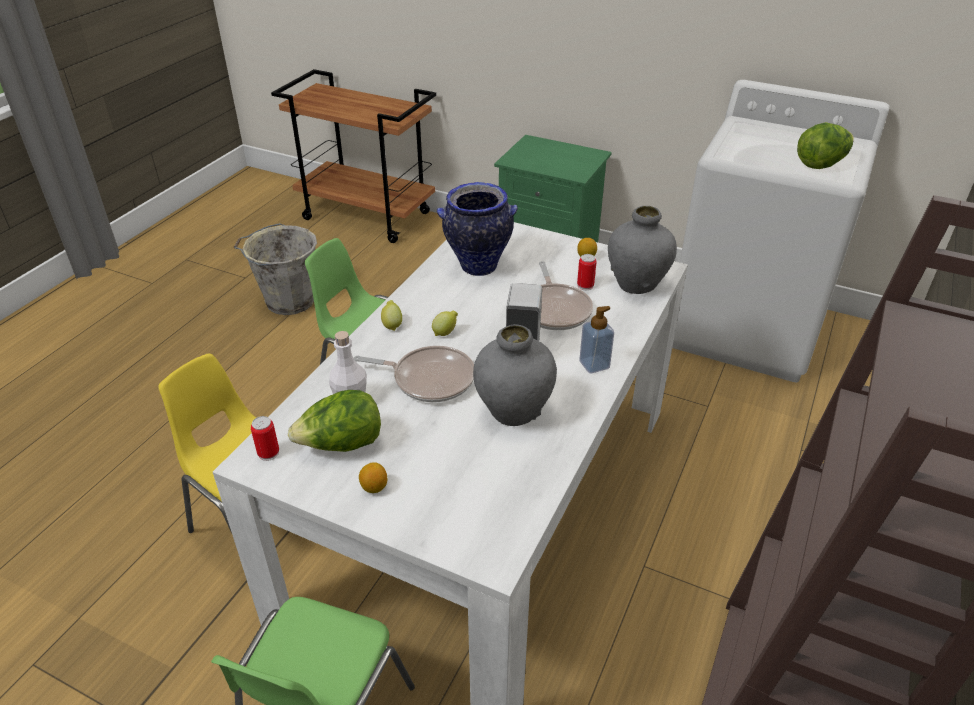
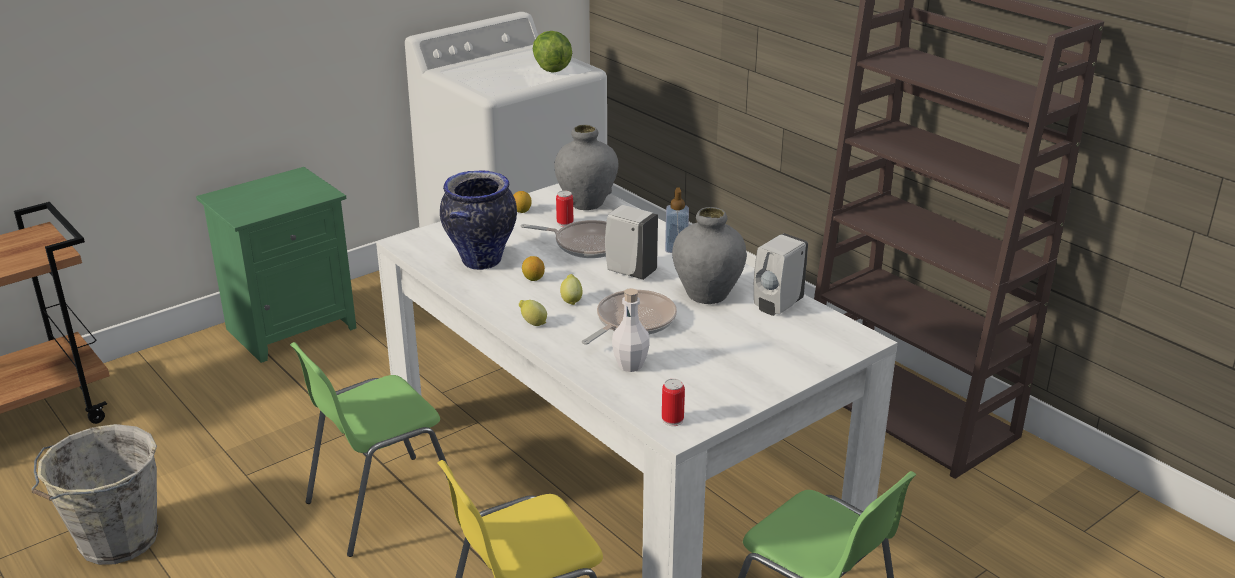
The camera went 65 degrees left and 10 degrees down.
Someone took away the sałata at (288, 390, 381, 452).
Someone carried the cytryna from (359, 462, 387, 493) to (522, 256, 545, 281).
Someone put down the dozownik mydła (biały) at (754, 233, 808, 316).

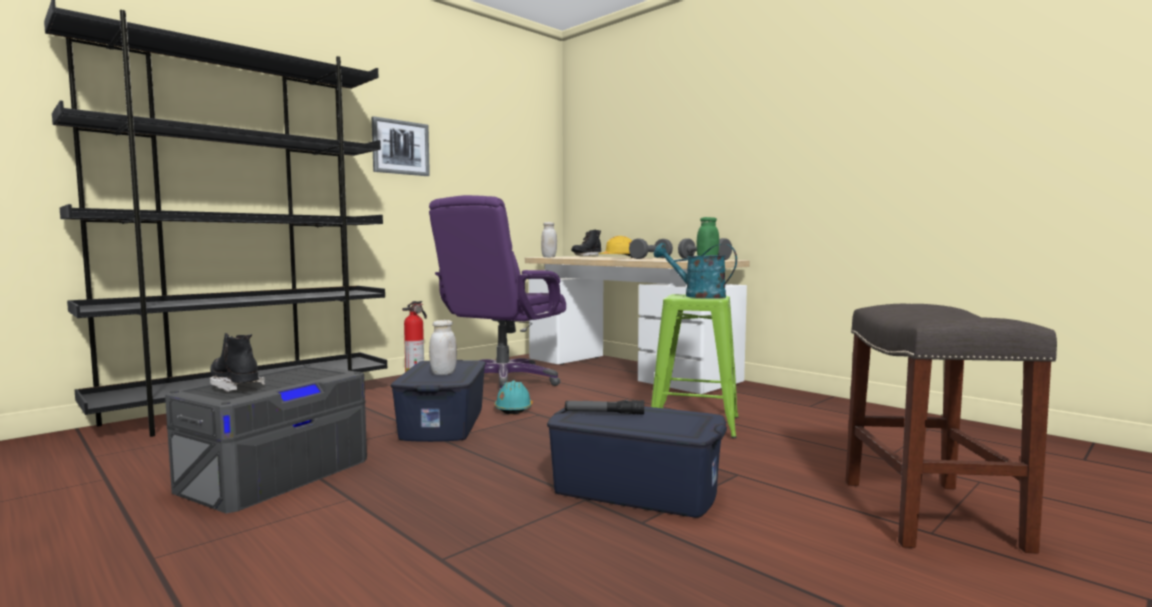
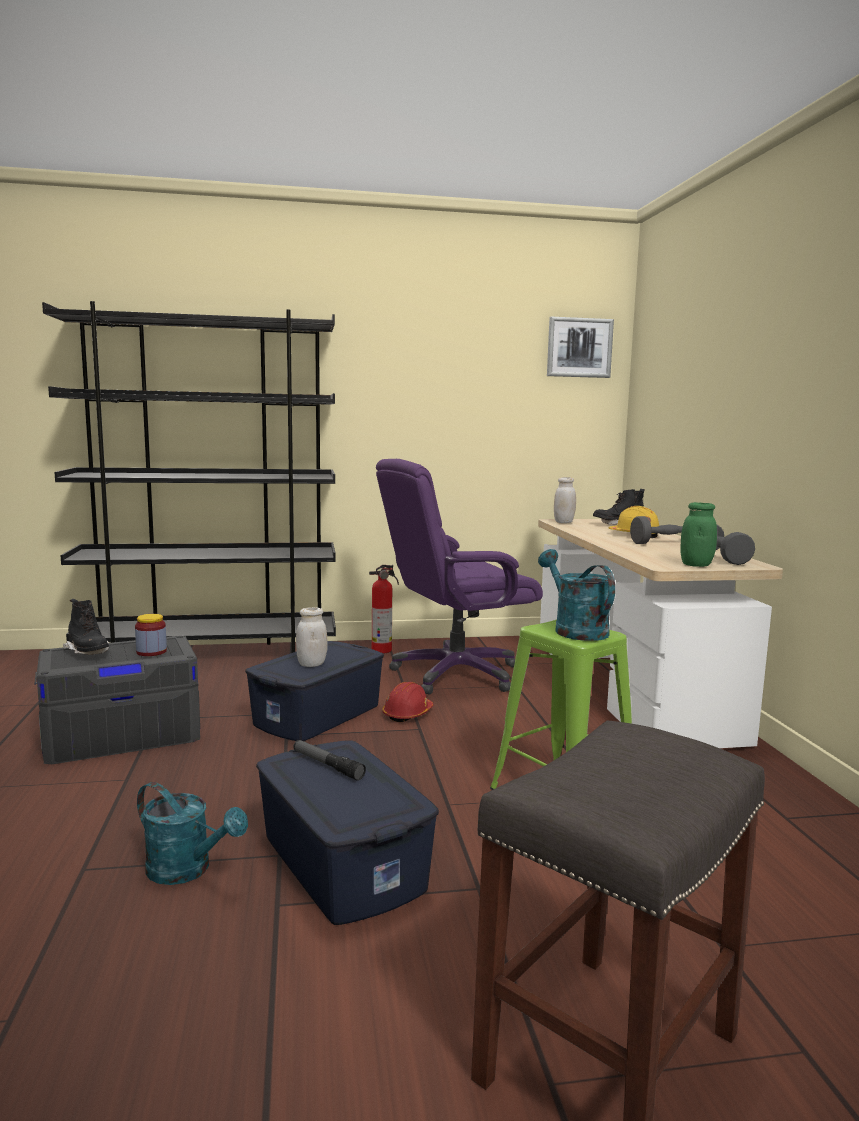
The camera went 35 degrees right and 5 degrees up.
Someone carried the obraz from (372, 116, 430, 176) to (547, 317, 614, 378).
Someone rotated the but z cholewką (czarny) at (210, 333, 265, 392) by 150 degrees clockwise.
Someone repainted the kask (turkusowy) at (494, 380, 533, 415), which became the kask (czerwony) at (382, 682, 433, 722).
Someone put down the słoik at (135, 614, 167, 656).
Someone put down the konewka (turkusowy) at (137, 782, 248, 885).

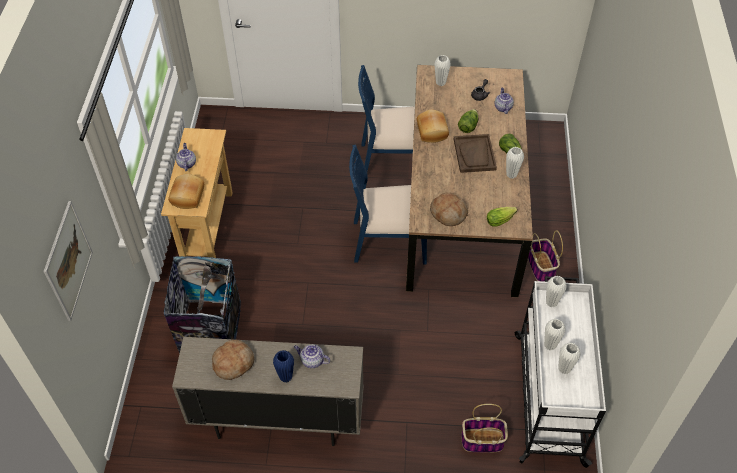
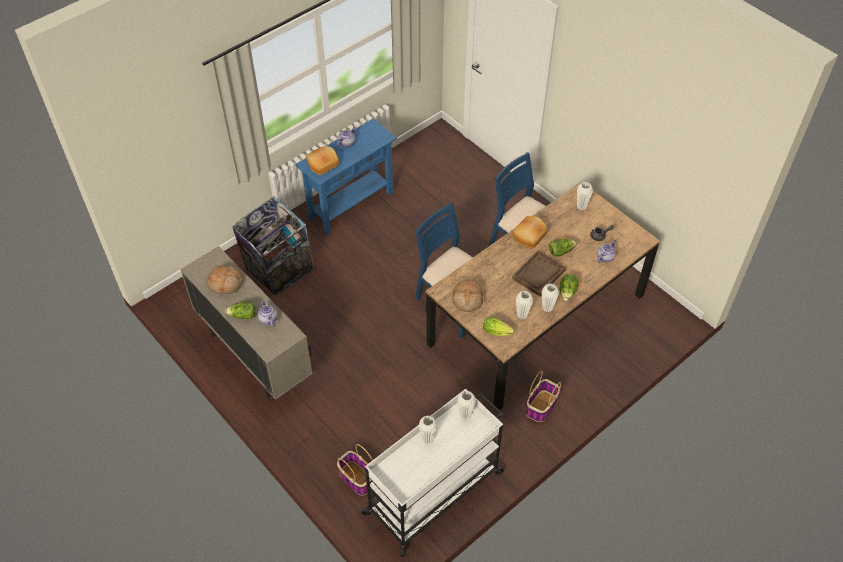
The camera went 45 degrees right and 0 degrees up.
Someone repainted the stolik konsolowy (beżowy) at (161, 128, 233, 258), which became the stolik konsolowy (niebieski) at (295, 119, 397, 235).
Someone took away the obraz at (43, 201, 93, 321).
Someone carried the wazon (biały) from (558, 343, 581, 374) to (516, 291, 533, 319).
Someone swapped the wazon (niebieski) at (273, 350, 294, 382) for the sałata at (225, 301, 255, 319).

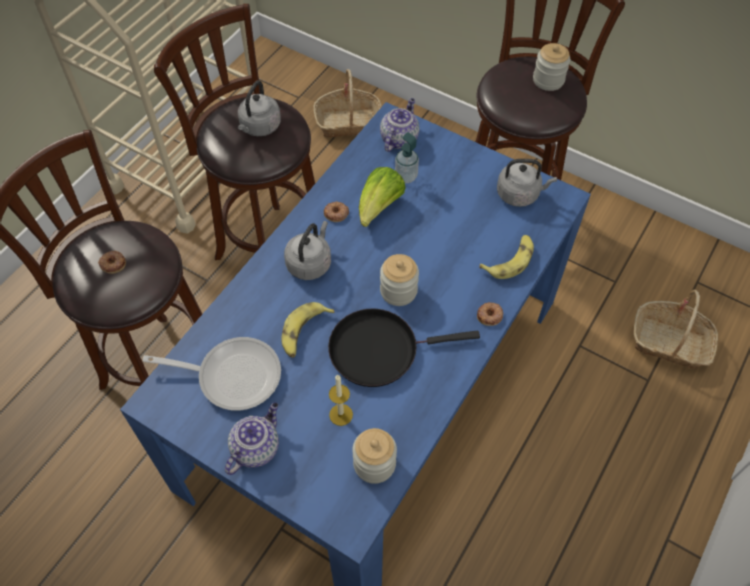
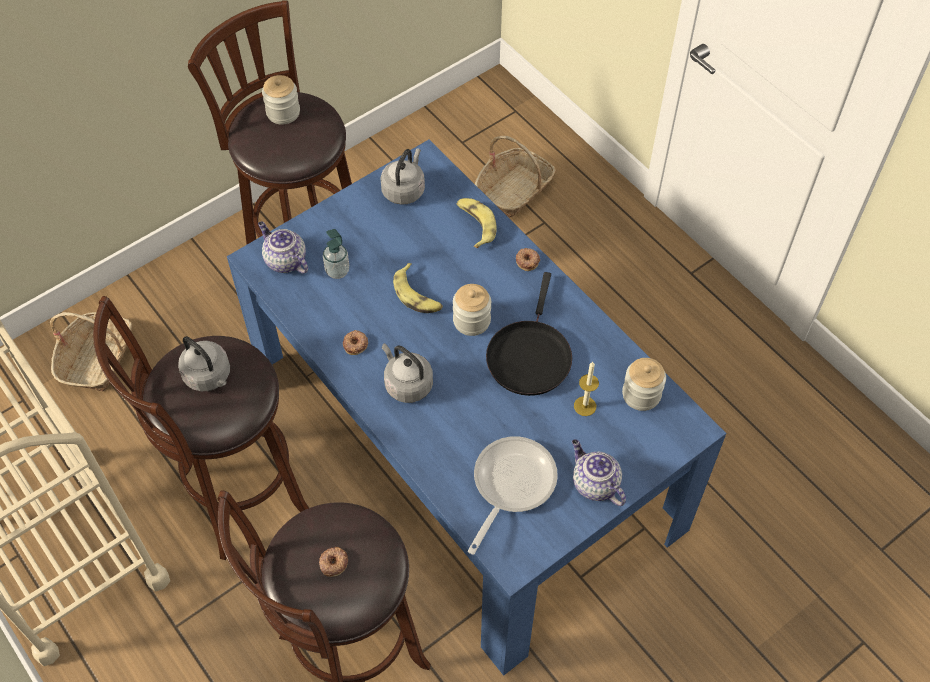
The camera went 70 degrees left and 0 degrees up.
Someone took away the sałata at (359, 167, 406, 227).
Someone carried the banan from (281, 302, 335, 358) to (393, 263, 443, 313).

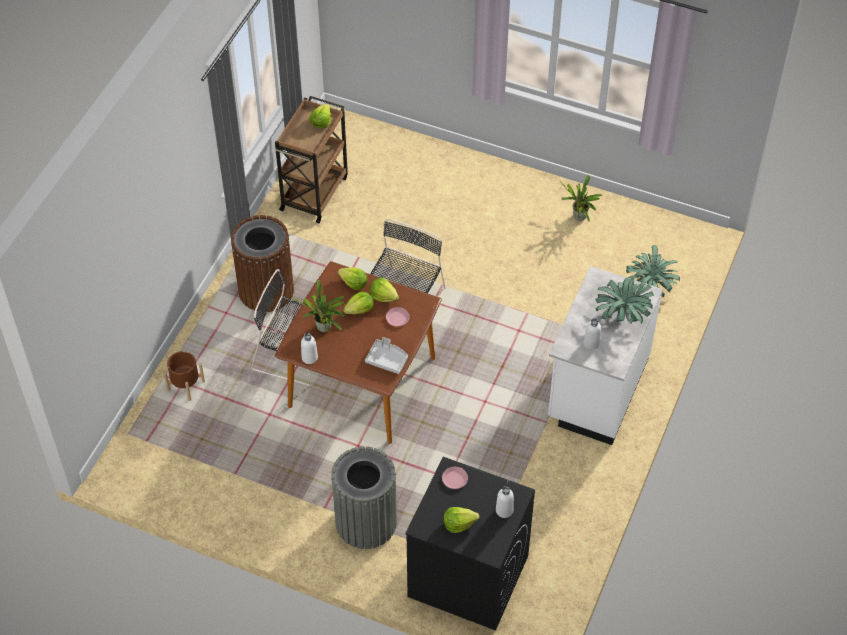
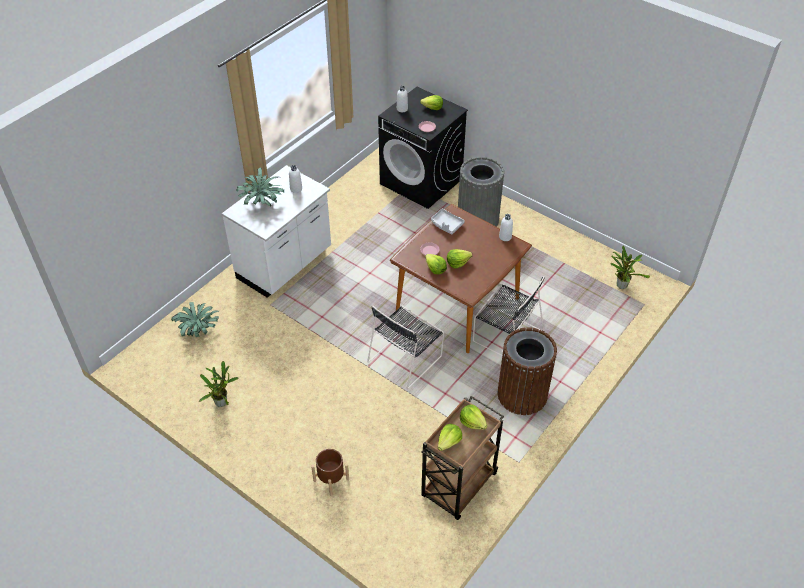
The camera went 165 degrees left and 5 degrees down.
Someone carried the sałata from (338, 268, 368, 290) to (460, 405, 487, 430).
Someone carried the roślina doniczkowa from (292, 280, 345, 332) to (611, 246, 650, 289).
Someone carried the donica (brązowy) from (163, 351, 205, 401) to (311, 449, 349, 496).

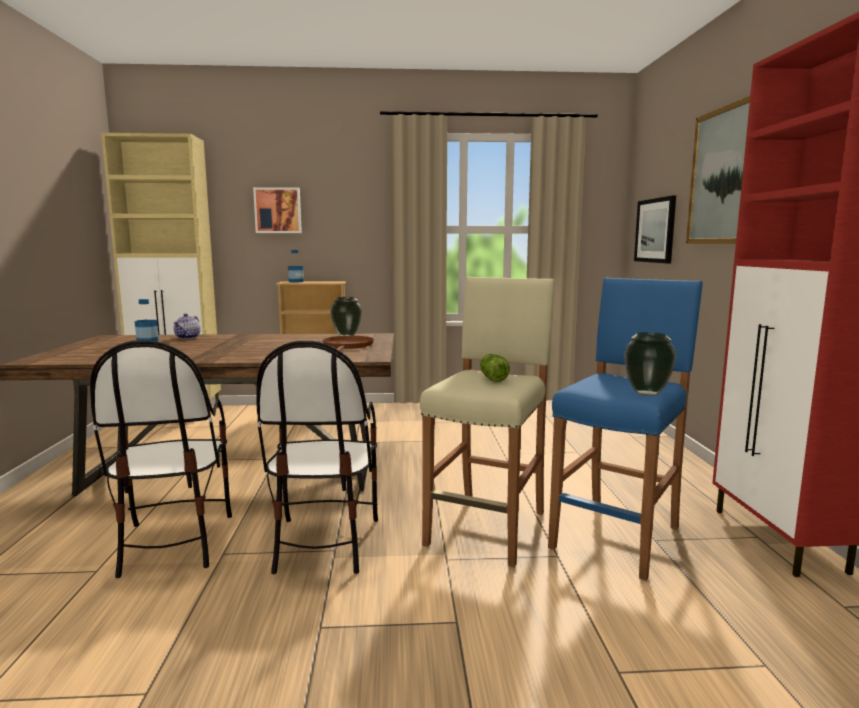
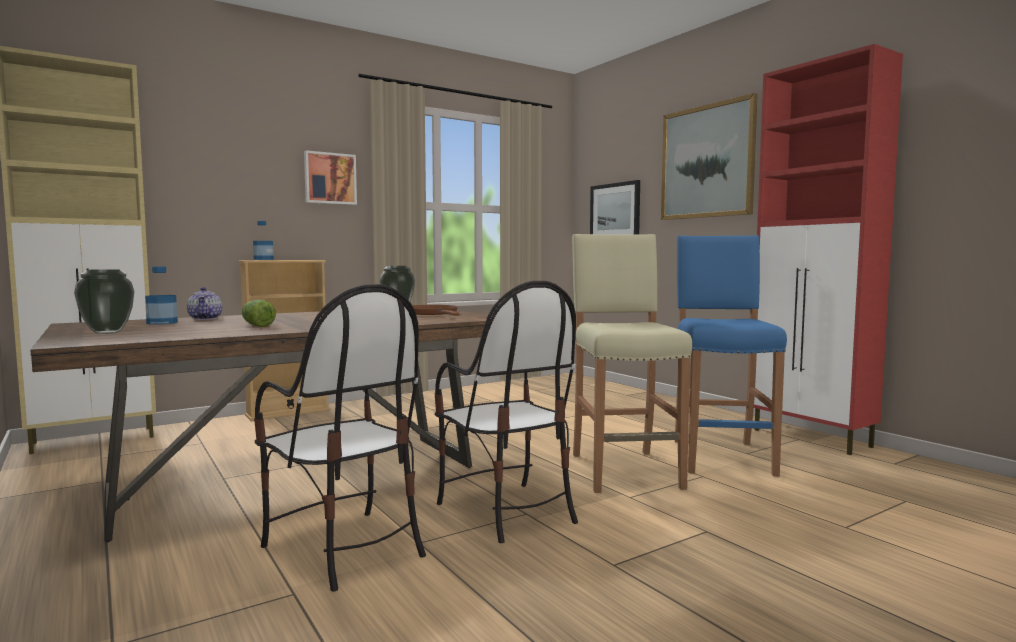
The camera went 30 degrees left and 5 degrees down.
Someone carried the obraz from (253, 187, 302, 233) to (304, 150, 357, 205).
Someone carried the wazon from (624, 332, 676, 396) to (74, 269, 134, 334).
Someone carried the sałata from (480, 354, 510, 382) to (242, 300, 276, 327).

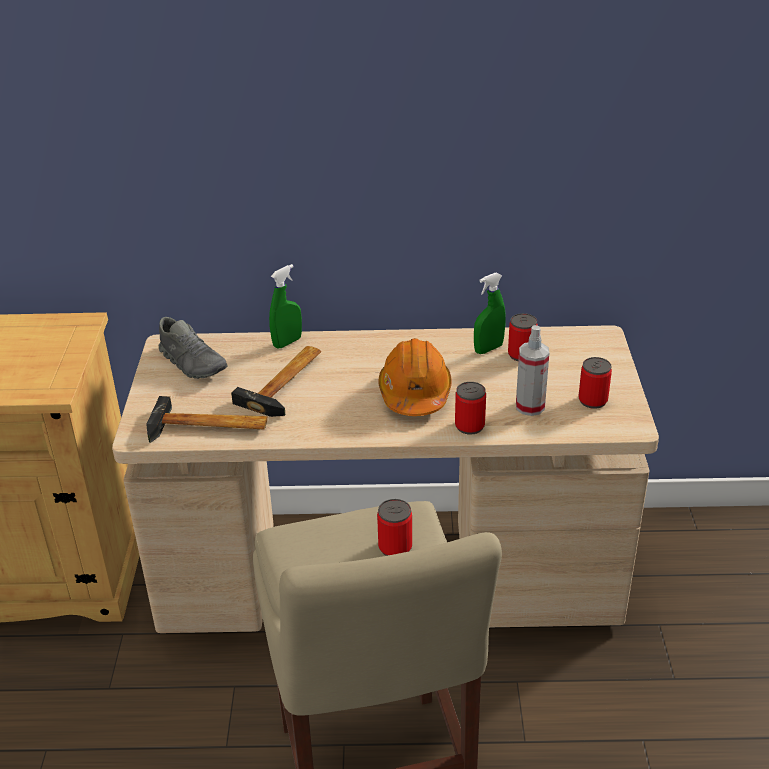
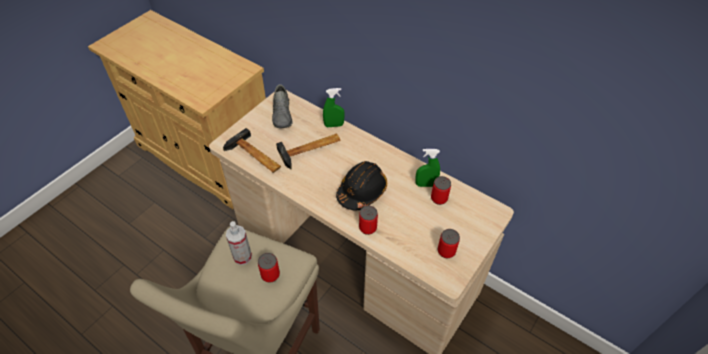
The camera went 35 degrees right and 15 degrees up.
Someone carried the spryskiwacz from (516, 325, 550, 416) to (226, 221, 252, 265).
Someone repainted the kask (pomarańczowy) at (378, 338, 452, 416), which became the kask (czarny) at (336, 161, 387, 211).

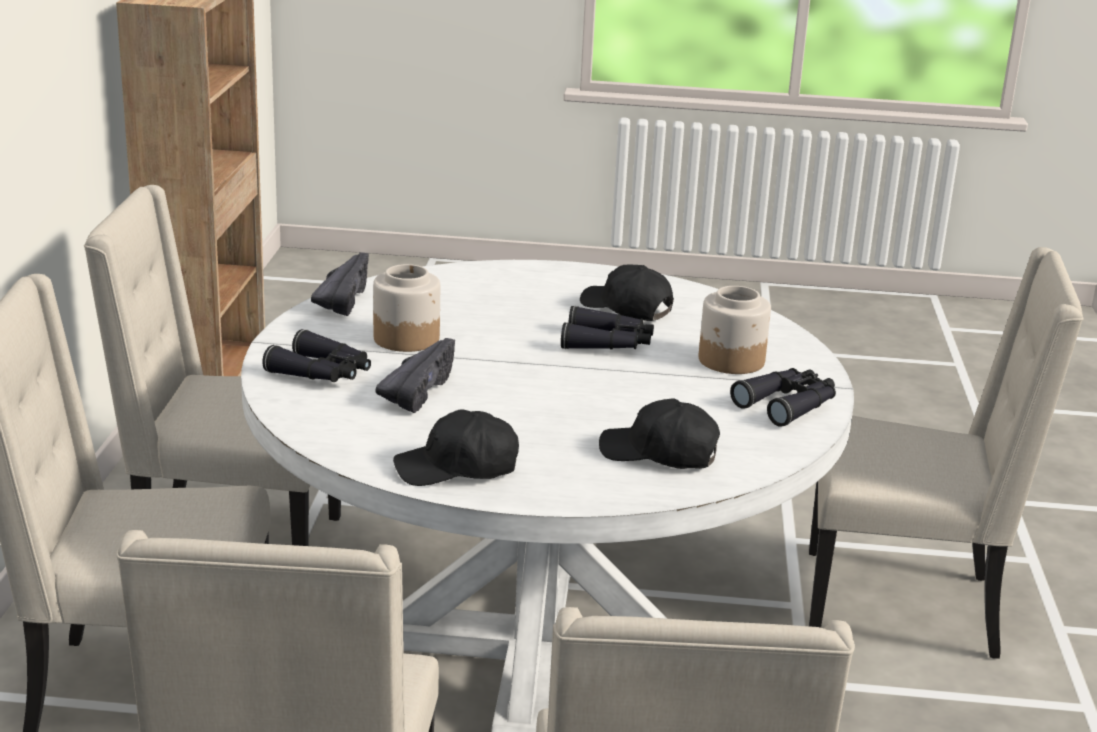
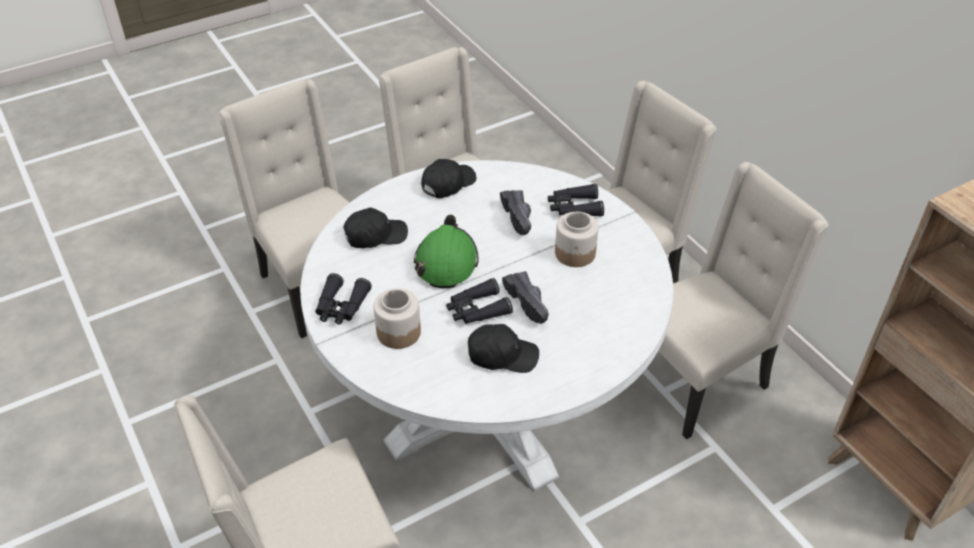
The camera went 145 degrees right and 20 degrees up.
Someone carried the but (czarny) from (311, 252, 369, 316) to (502, 271, 549, 324).
Someone put down the kask (zielony) at (414, 215, 479, 288).

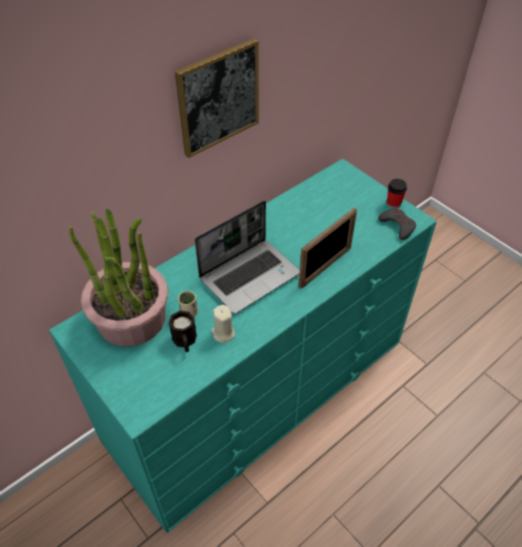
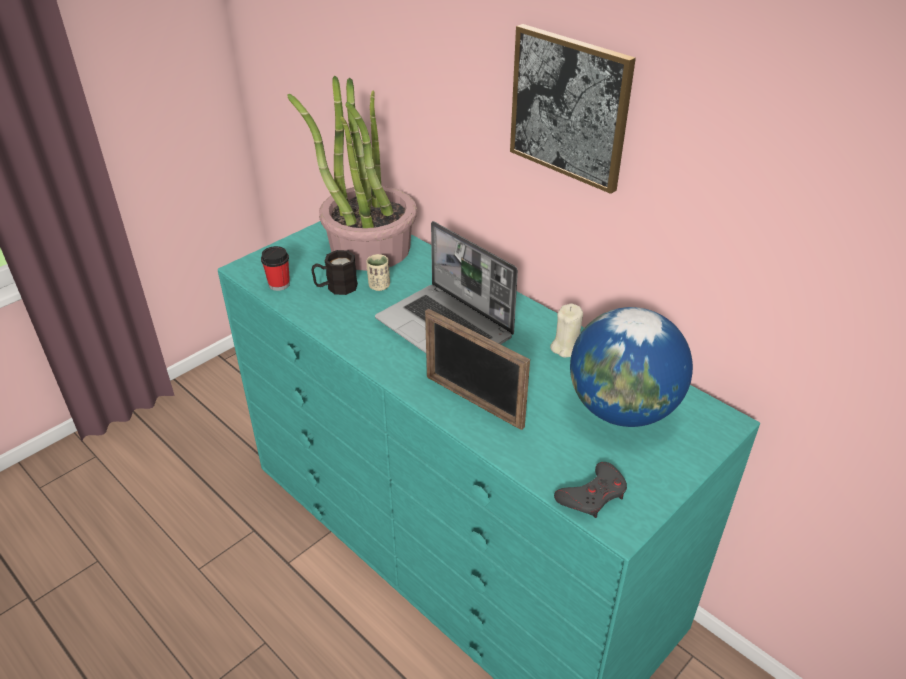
The camera went 85 degrees right and 10 degrees down.
Someone carried the filiżanka from (387, 179, 407, 209) to (261, 246, 290, 291).
Someone carried the świeca (beżowy) from (211, 305, 235, 343) to (550, 304, 583, 357).
Someone put down the globus at (570, 307, 693, 427).

